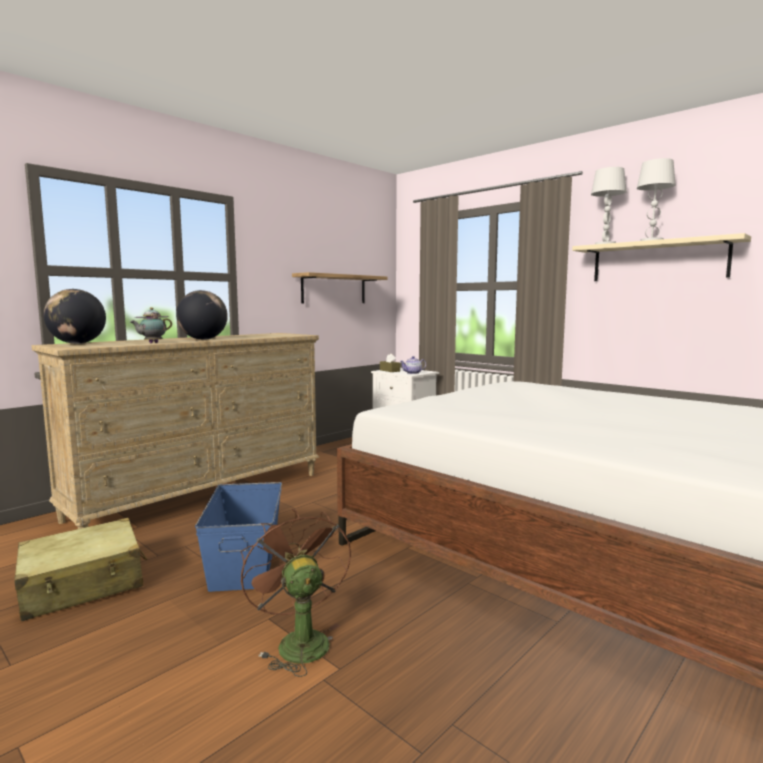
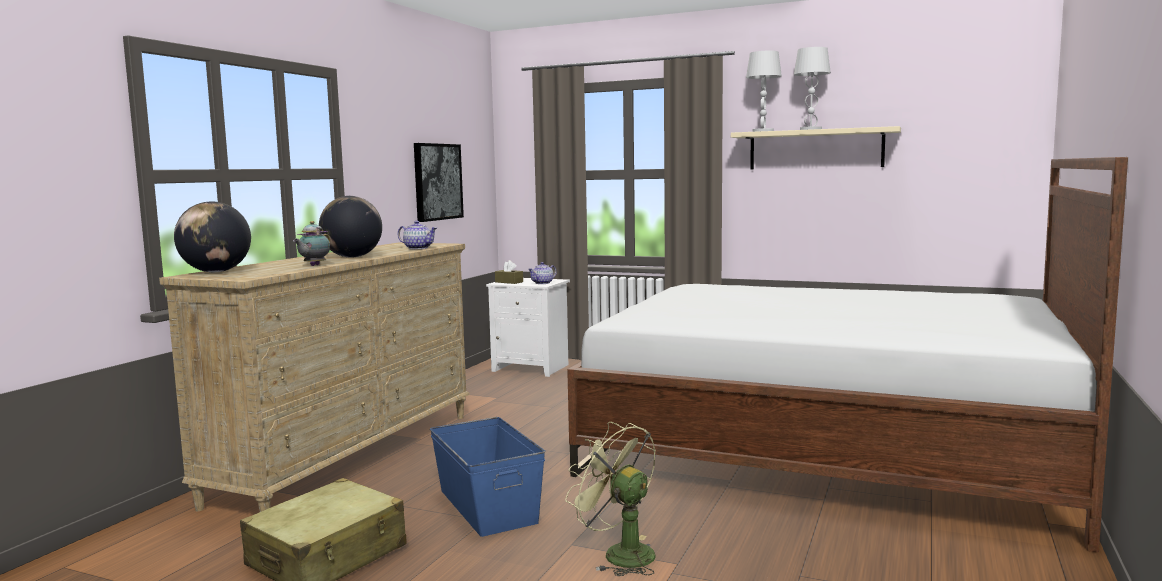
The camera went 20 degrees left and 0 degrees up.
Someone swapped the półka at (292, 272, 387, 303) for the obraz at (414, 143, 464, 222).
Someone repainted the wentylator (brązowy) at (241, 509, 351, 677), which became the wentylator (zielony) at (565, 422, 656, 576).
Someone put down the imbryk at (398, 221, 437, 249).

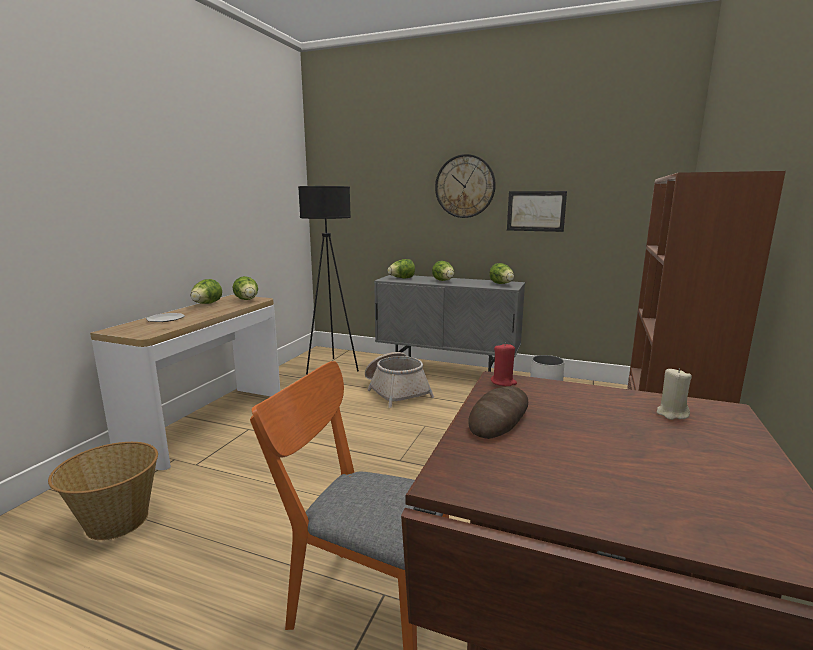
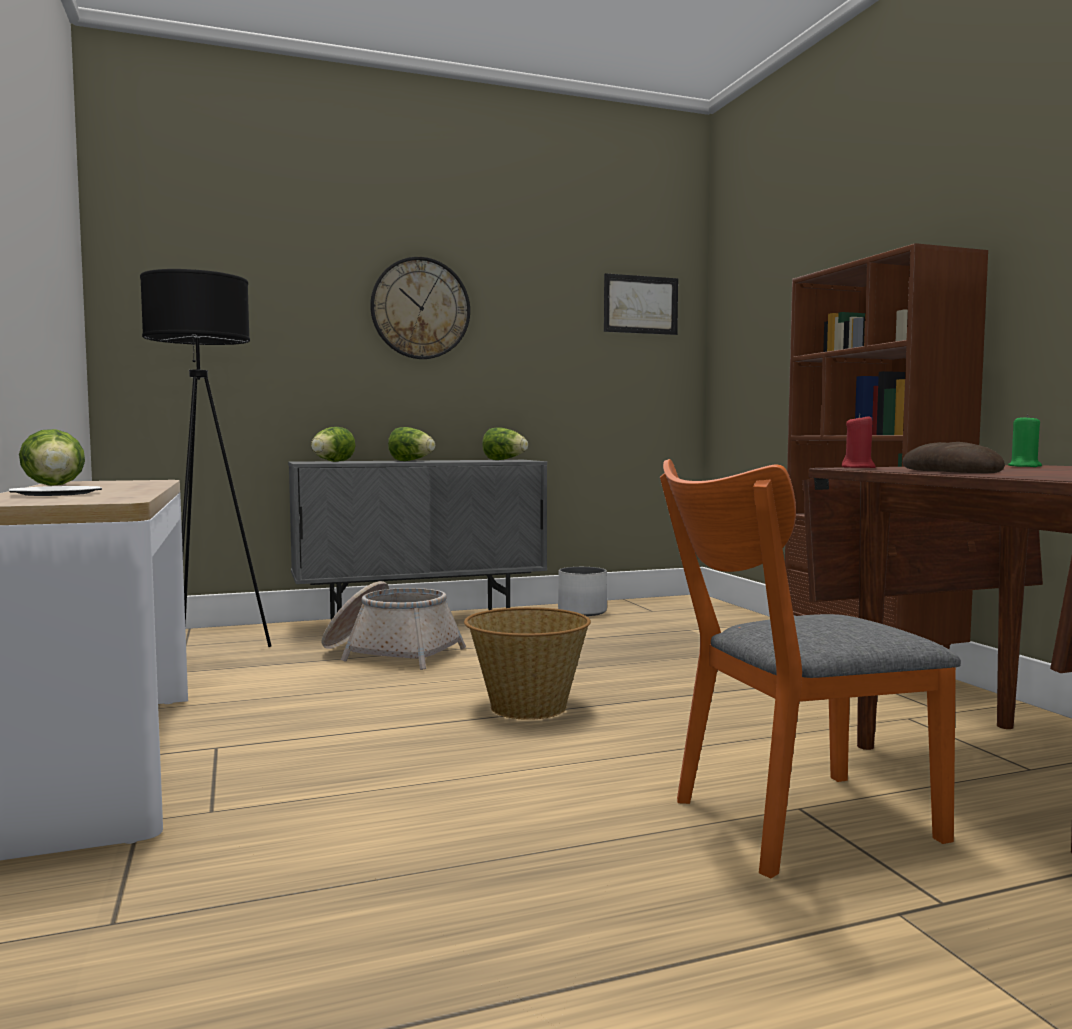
The camera went 40 degrees left and 10 degrees down.
Someone carried the obraz from (507, 191, 567, 232) to (604, 273, 678, 335).
Someone took away the sałata at (232, 276, 258, 300).
Someone repainted the świeca (beżowy) at (657, 368, 692, 420), which became the świeca (zielony) at (1008, 415, 1042, 467).
Someone carried the koszyk from (48, 442, 158, 540) to (464, 607, 591, 720).

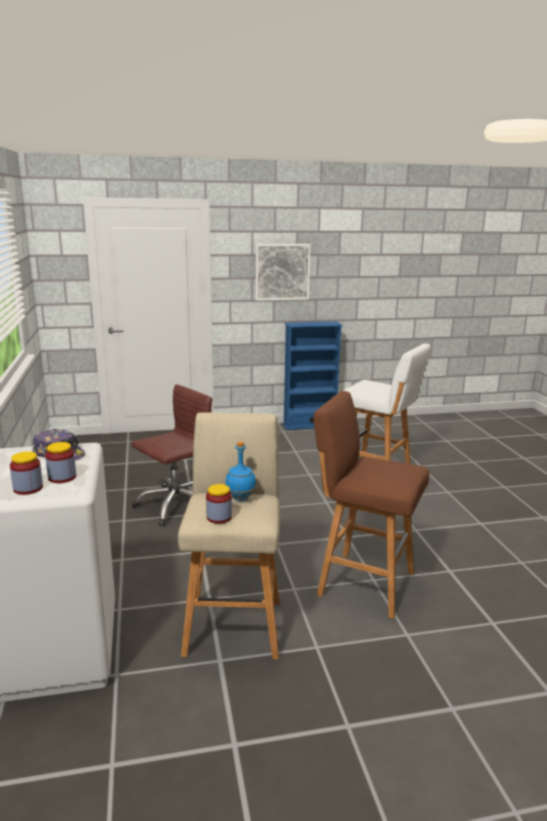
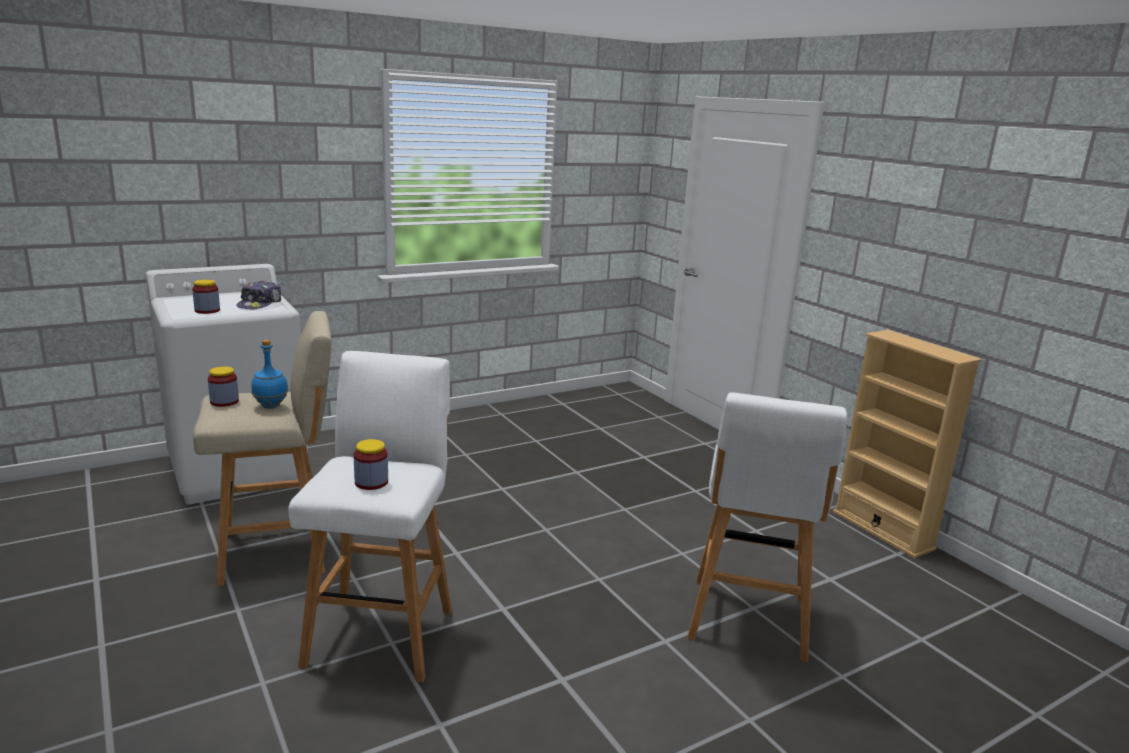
The camera went 70 degrees right and 0 degrees up.
Someone took away the obraz at (255, 244, 311, 301).
Someone repainted the regał (niebieski) at (283, 321, 343, 430), which became the regał (beżowy) at (833, 330, 982, 558).
Someone took away the krzesło biurowe (brązowy) at (132, 384, 212, 526).
Someone repainted the stołek (brązowy) at (313, 391, 429, 619), which became the stołek (biały) at (288, 351, 452, 682).
Someone carried the słoik from (10, 451, 43, 495) to (354, 439, 388, 490).

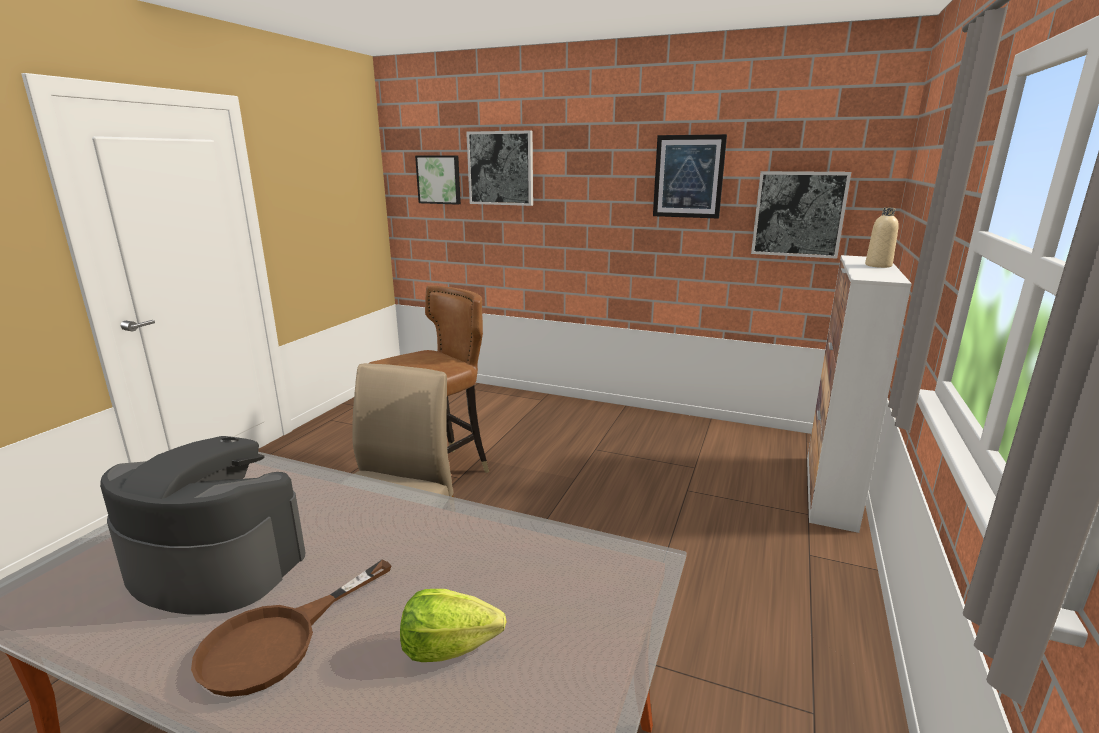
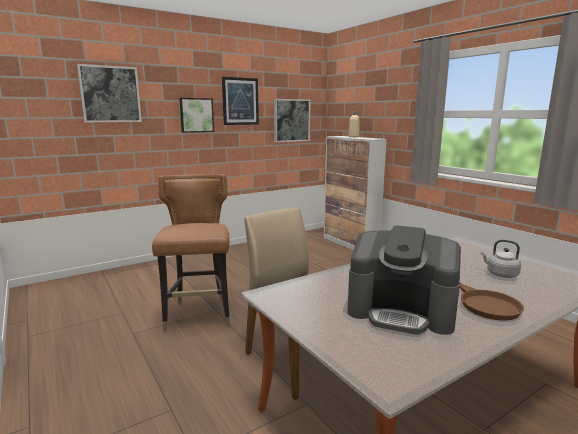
The camera went 55 degrees left and 5 degrees down.
Someone carried the obraz from (415, 156, 461, 205) to (179, 98, 214, 133).
Someone rotated the ekspres do kawy at (100, 436, 306, 614) by 120 degrees counterclockwise.
Someone swapped the sałata at (400, 589, 507, 662) for the czajnik (szary) at (481, 240, 521, 278).

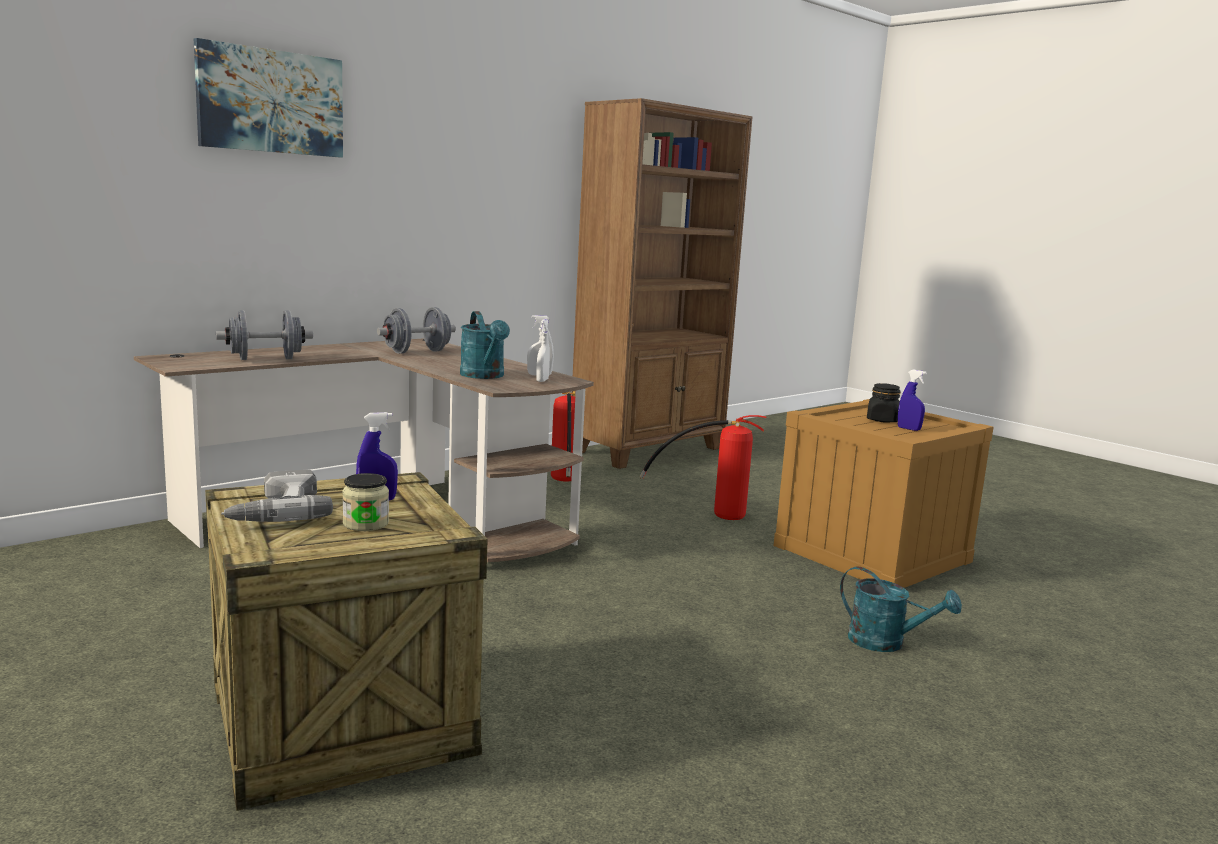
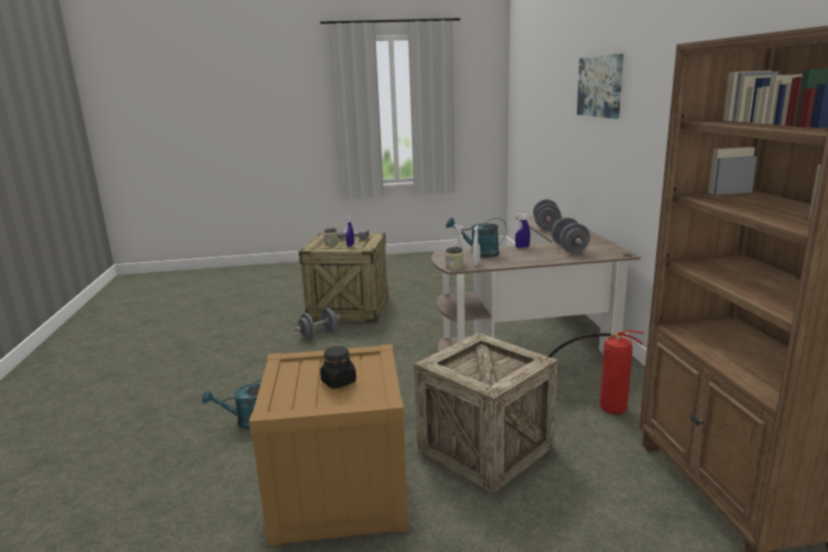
The camera went 125 degrees right and 5 degrees up.
Someone carried the spryskiwacz (niebieski) from (898, 370, 927, 431) to (515, 212, 530, 248).
Someone swapped the gaśnica at (640, 415, 766, 520) for the skrzynka at (414, 333, 558, 494).
Someone put down the słoik at (445, 247, 463, 270).
Someone put down the hantel (szary) at (295, 308, 340, 339).

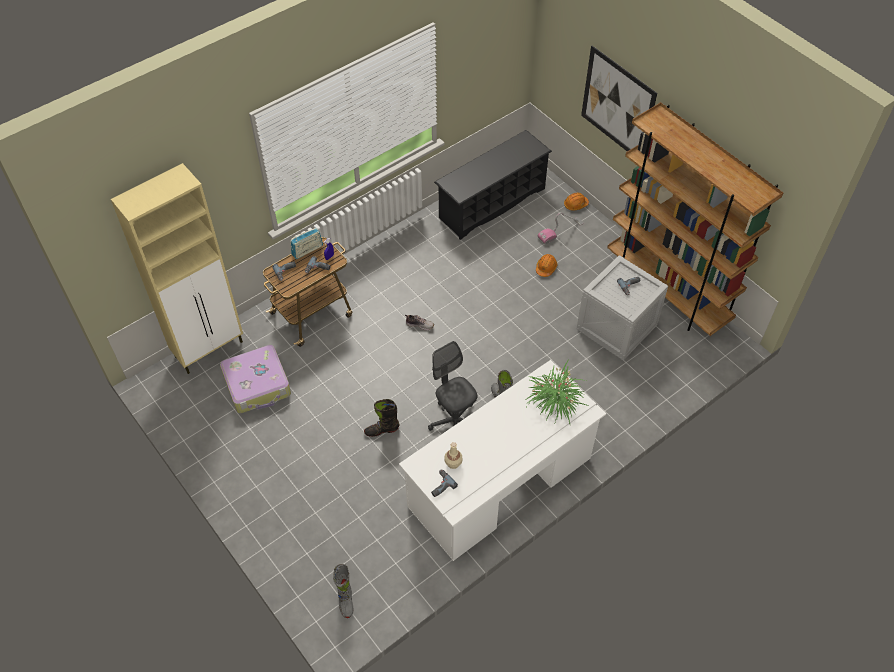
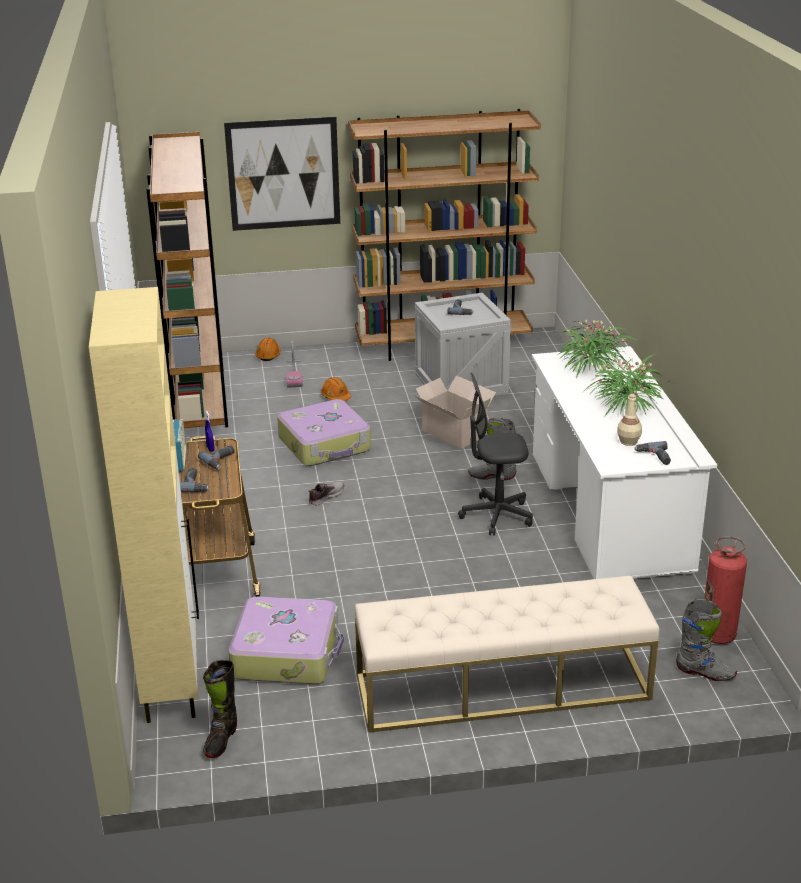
The camera went 60 degrees left and 25 degrees down.
Someone swapped the regał na buty (czarny) at (434, 130, 552, 240) for the regał (brązowy) at (146, 132, 228, 428).
Someone carried the but z cholewką (czarny) from (364, 399, 400, 437) to (203, 660, 237, 758).
Someone put down the roślina doniczkowa at (580, 354, 671, 417).
Someone put down the karton at (414, 375, 496, 449).
Someone put down the walizka at (277, 399, 371, 466).
Someone put down the gaśnica at (704, 536, 747, 644).
Someone put down the ławka (beżowy) at (355, 576, 659, 733).

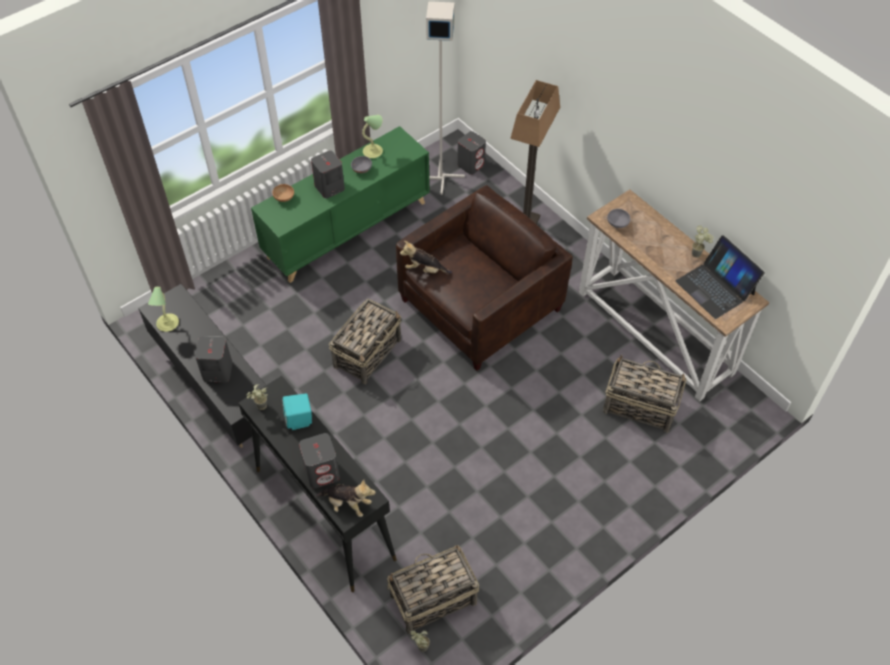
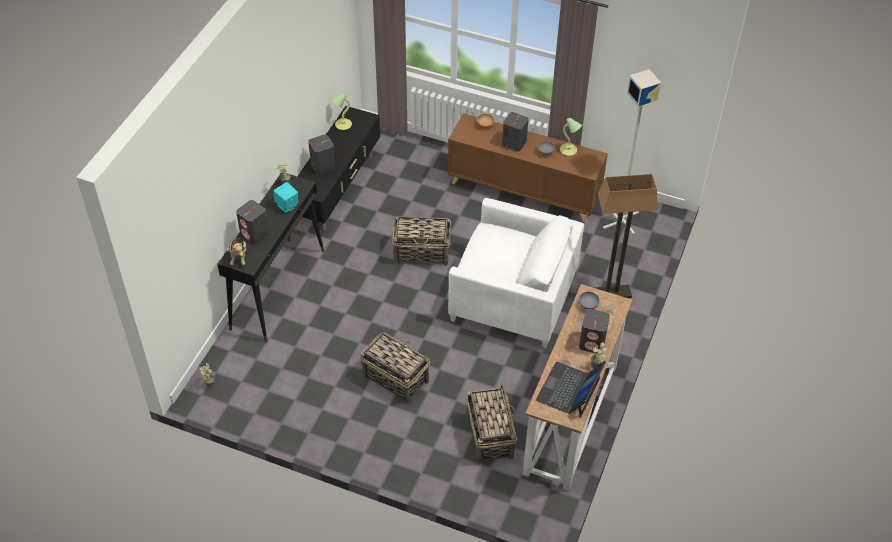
The camera went 60 degrees right and 5 degrees down.
Someone repainted the szafka (zielony) at (251, 126, 430, 283), which became the szafka (brązowy) at (448, 113, 608, 223).
Someone carried the głośnik (szary) from (457, 131, 486, 175) to (579, 309, 610, 353).
Someone repainted the fotel (brązowy) at (396, 185, 573, 371), which became the fotel (biały) at (448, 198, 584, 348).
Someone took away the pluszak at (400, 241, 452, 274).
Someone carried the koszyk from (387, 545, 479, 634) to (360, 329, 431, 404).

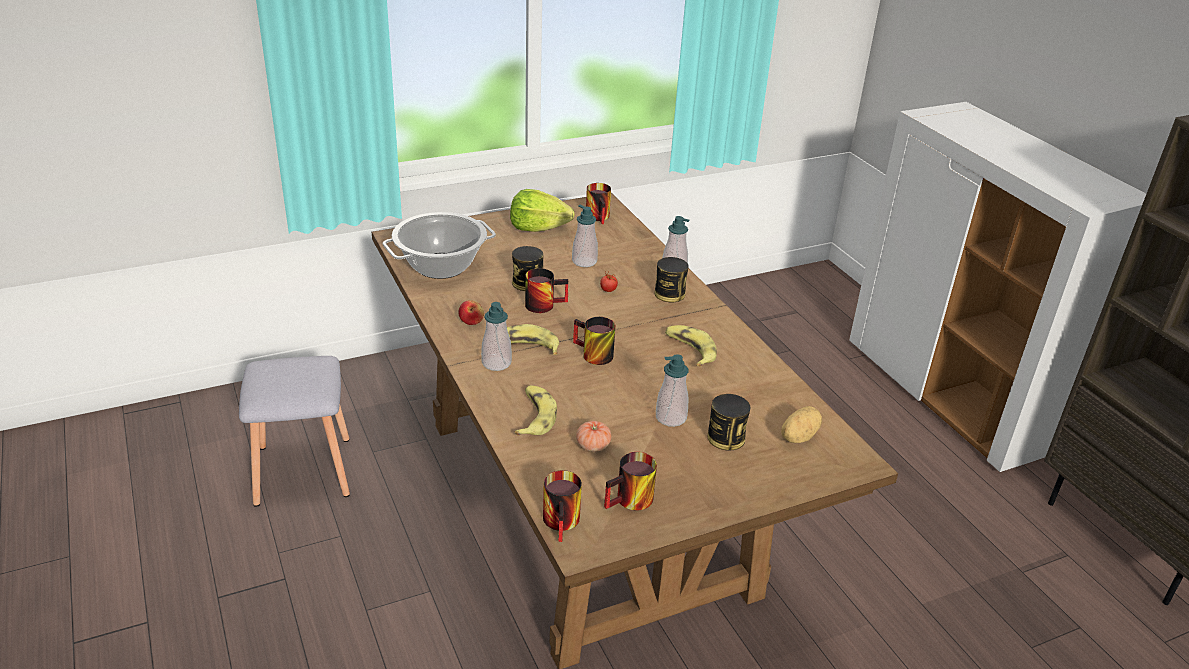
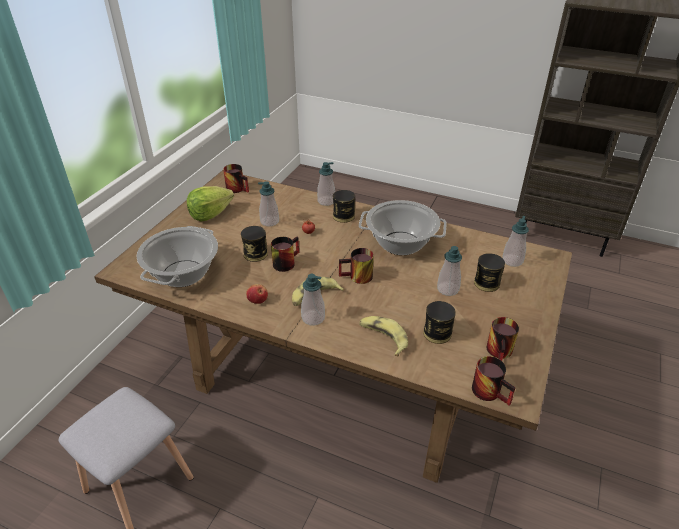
The camera went 40 degrees left and 5 degrees up.
Someone took away the szafka (biały) at (849, 102, 1146, 472).
Someone swapped the banan at (665, 325, 717, 367) for the garnek at (359, 200, 447, 255).
Someone swapped the ziemniak at (781, 406, 822, 443) for the dozownik mydła at (502, 216, 529, 267).
Someone swapped the pomidor at (576, 421, 611, 452) for the puszka at (423, 301, 456, 344).

